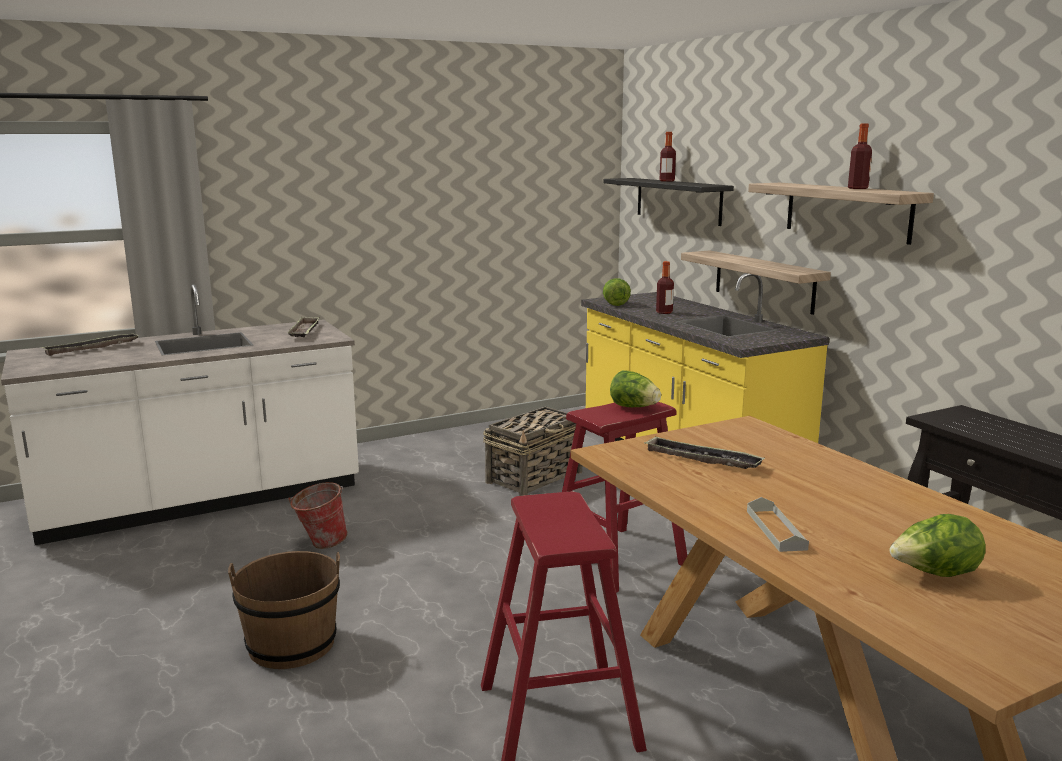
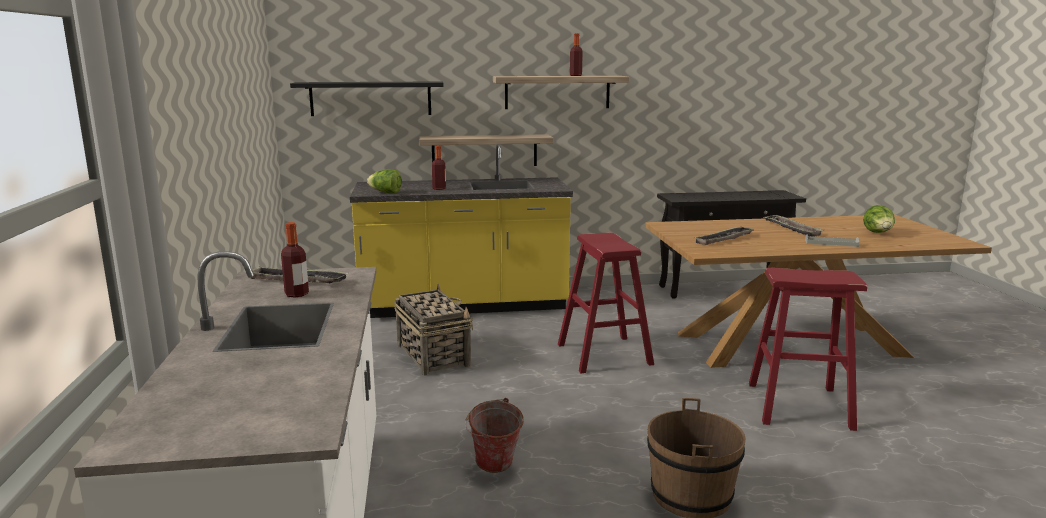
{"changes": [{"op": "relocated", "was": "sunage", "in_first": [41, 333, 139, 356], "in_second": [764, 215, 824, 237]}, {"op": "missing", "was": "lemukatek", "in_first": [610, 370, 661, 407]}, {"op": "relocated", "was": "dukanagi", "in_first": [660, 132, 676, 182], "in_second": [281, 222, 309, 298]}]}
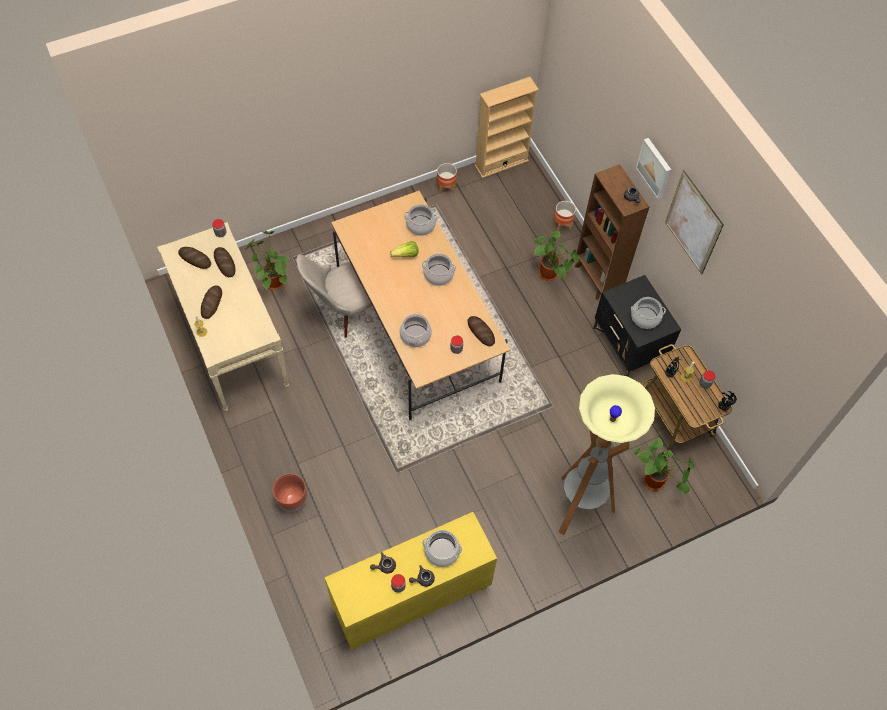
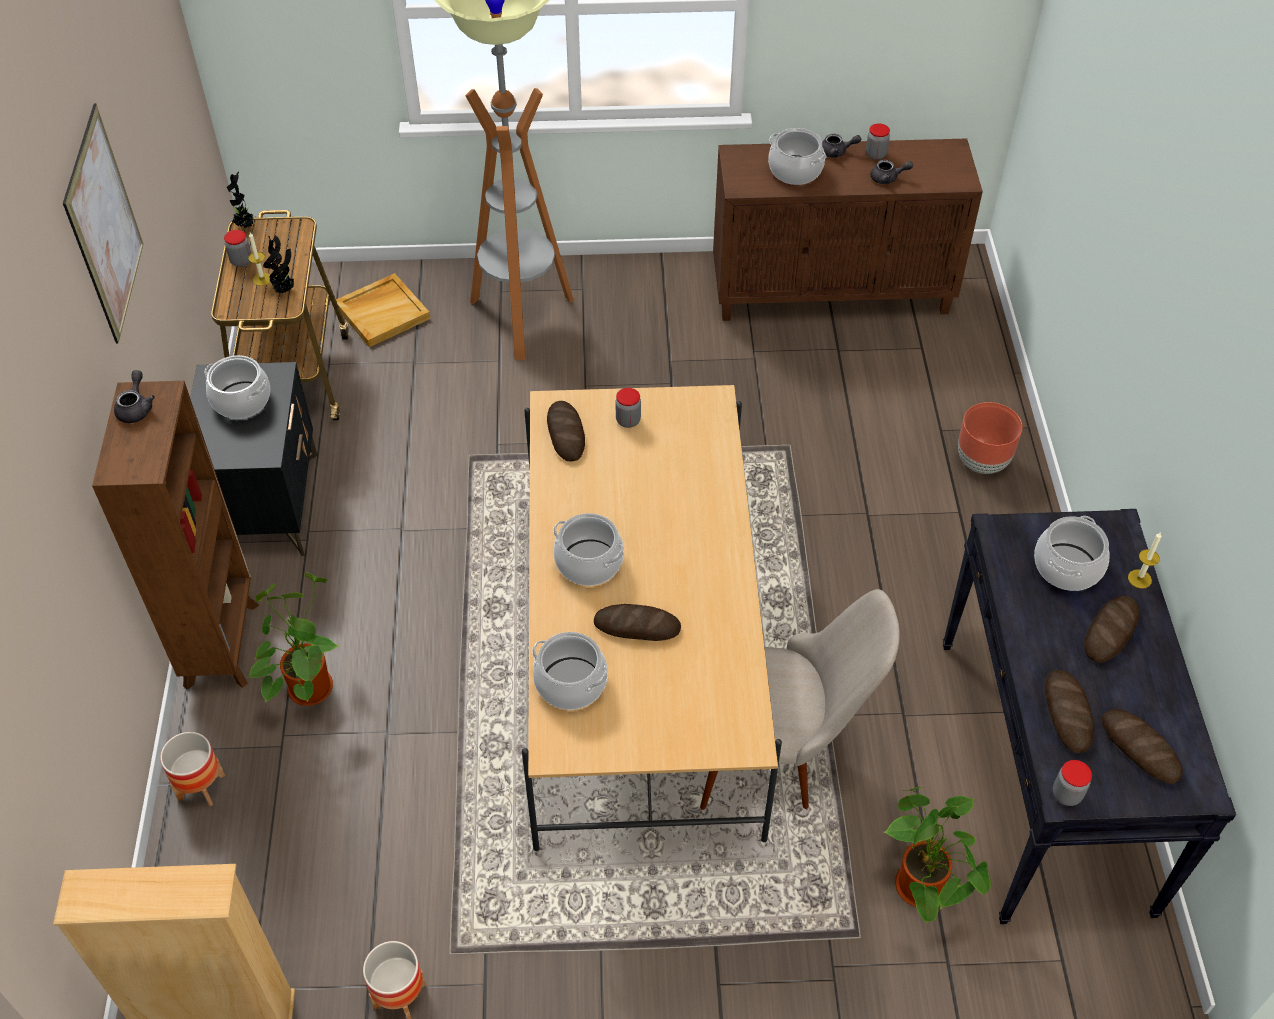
{"changes": [{"op": "colour", "was": "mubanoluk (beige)", "now": "mubanoluk (black)", "in_first": [157, 222, 289, 412], "in_second": [943, 509, 1236, 924]}, {"op": "colour", "was": "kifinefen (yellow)", "now": "kifinefen (brown)", "in_first": [324, 512, 497, 649], "in_second": [713, 139, 983, 321]}, {"op": "exchanged", "was": "lemukatek", "now": "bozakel", "in_first": [390, 241, 419, 257], "in_second": [594, 604, 681, 641]}, {"op": "relocated", "was": "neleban", "in_first": [400, 312, 432, 347], "in_second": [1034, 516, 1109, 591]}, {"op": "exchanged", "was": "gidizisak", "now": "sunage (beige)", "in_first": [634, 438, 694, 494], "in_second": [336, 273, 430, 347]}, {"op": "missing", "was": "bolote", "in_first": [636, 138, 671, 199]}]}
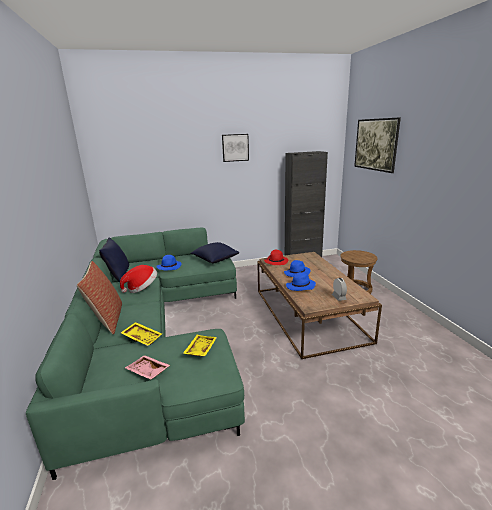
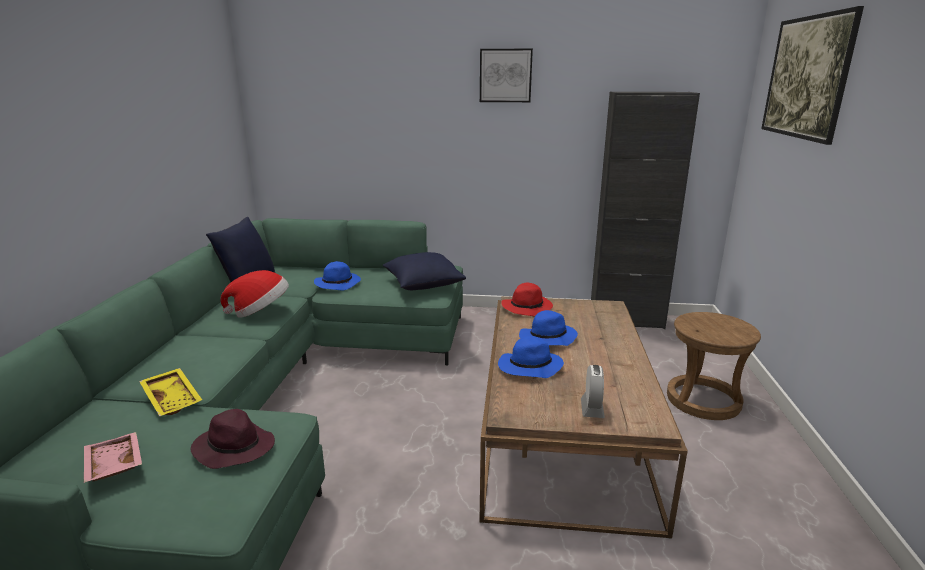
{"changes": [{"op": "missing", "was": "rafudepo", "in_first": [77, 261, 122, 334]}, {"op": "exchanged", "was": "sunage (yellow)", "now": "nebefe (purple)", "in_first": [183, 335, 217, 356], "in_second": [191, 409, 275, 469]}]}
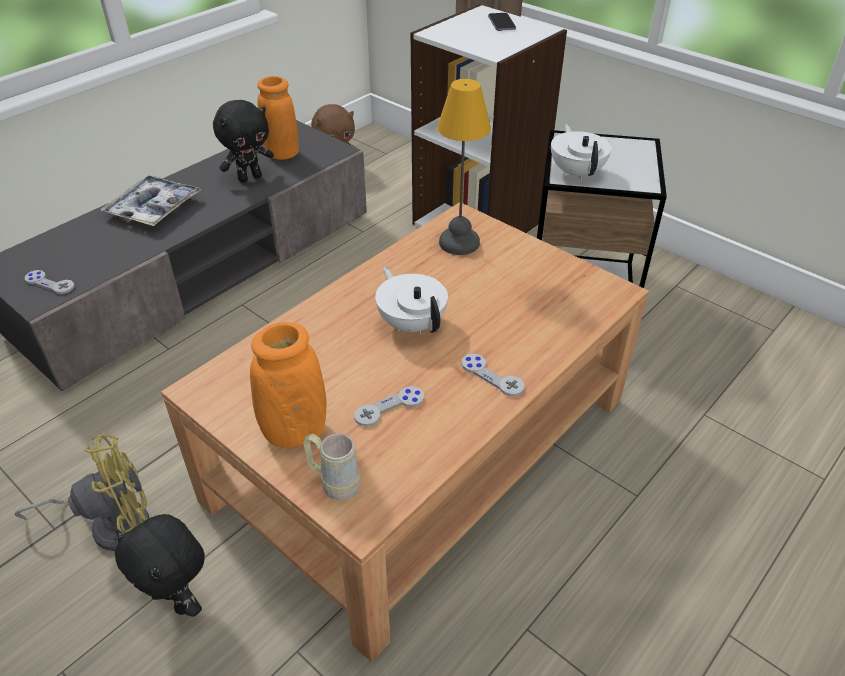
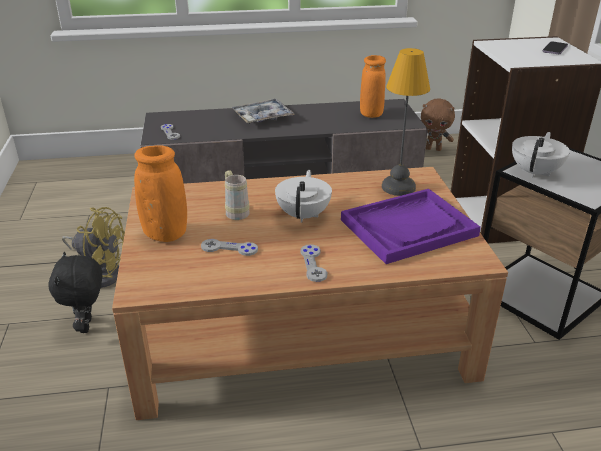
{"changes": [{"op": "missing", "was": "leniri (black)", "in_first": [213, 100, 274, 183]}, {"op": "relocated", "was": "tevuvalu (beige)", "in_first": [303, 433, 360, 500], "in_second": [225, 170, 250, 220]}, {"op": "appeared", "now": "sunage (purple)", "in_second": [341, 189, 481, 264]}]}
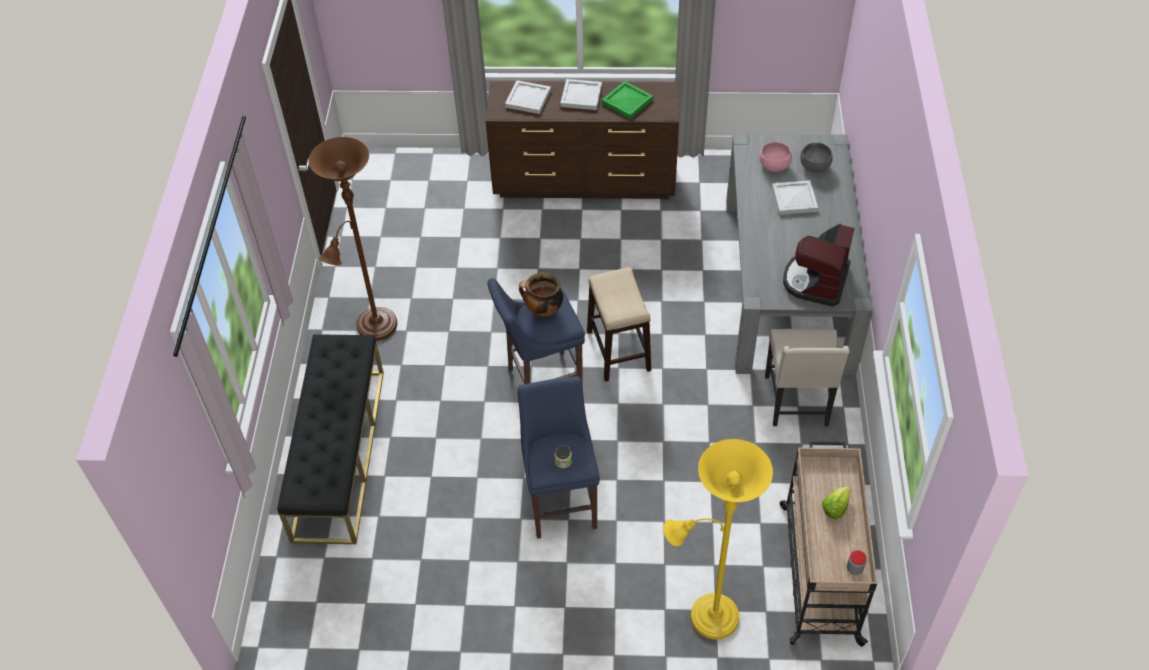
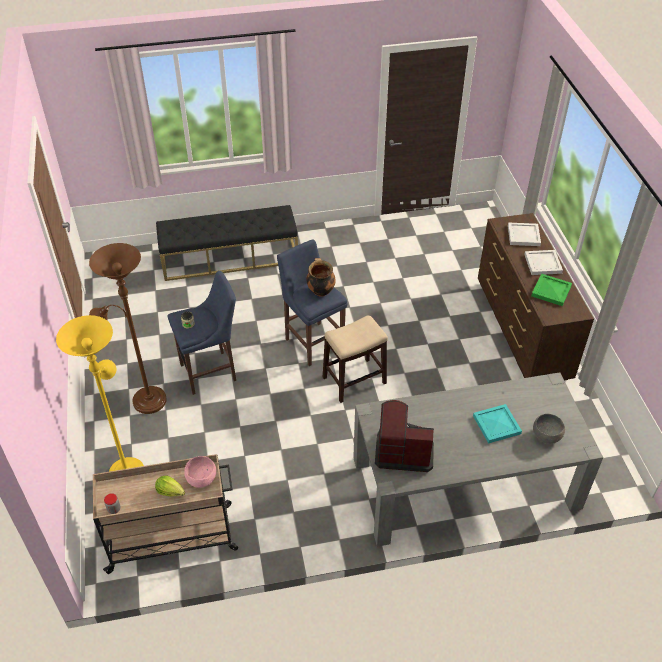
{"changes": [{"op": "relocated", "was": "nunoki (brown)", "in_first": [308, 137, 397, 341], "in_second": [89, 243, 167, 414]}, {"op": "relocated", "was": "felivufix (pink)", "in_first": [759, 142, 792, 172], "in_second": [184, 456, 216, 488]}, {"op": "missing", "was": "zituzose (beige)", "in_first": [765, 329, 850, 426]}, {"op": "colour", "was": "sunage (white)", "now": "sunage (turquoise)", "in_first": [772, 180, 818, 215], "in_second": [473, 404, 522, 443]}]}
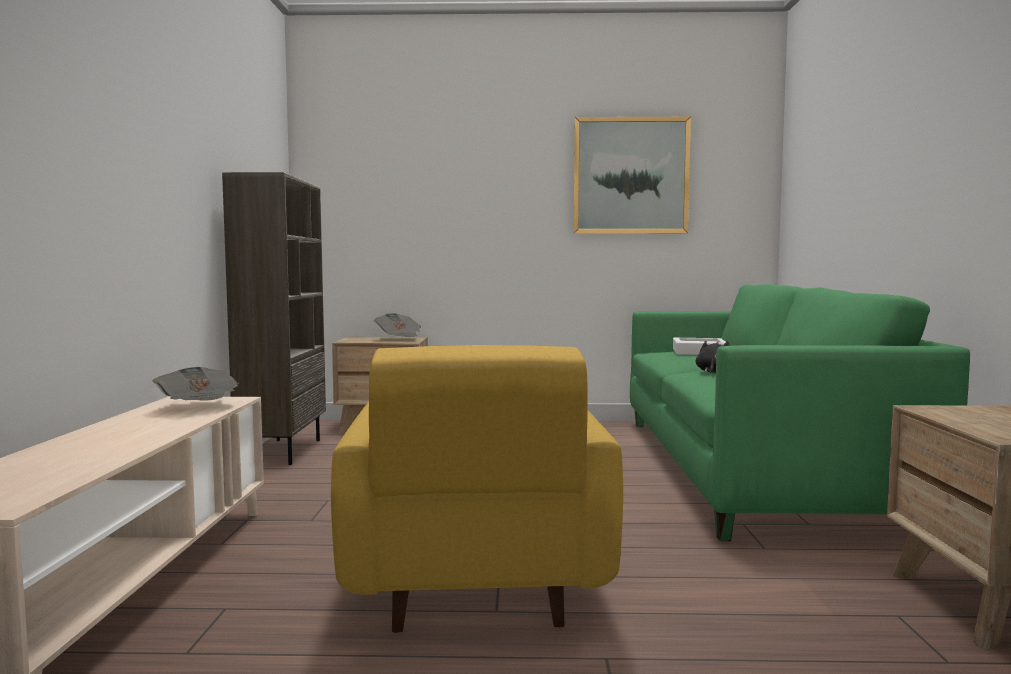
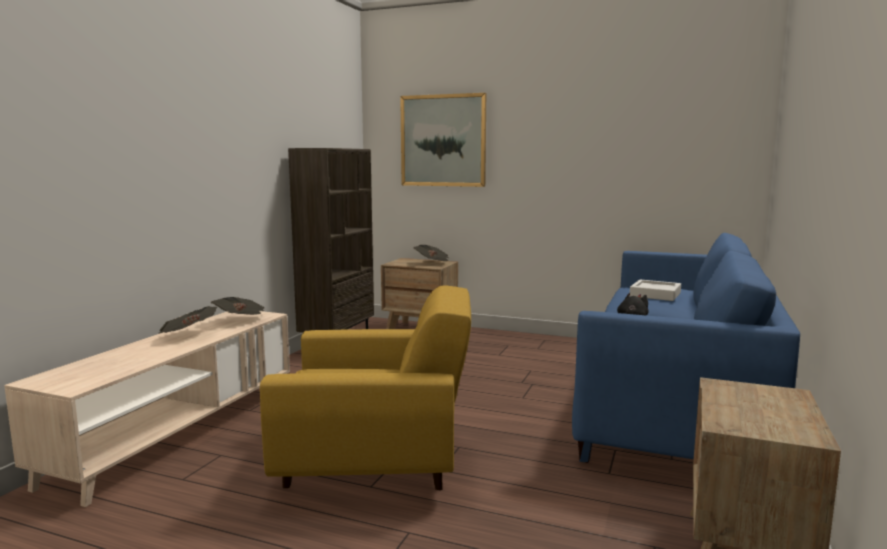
{"changes": [{"op": "spun", "was": "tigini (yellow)", "in_first": [331, 345, 623, 633], "in_second": [260, 286, 471, 490], "clockwise": -105}, {"op": "relocated", "was": "bolote", "in_first": [573, 117, 691, 234], "in_second": [400, 93, 486, 187]}, {"op": "colour", "was": "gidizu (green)", "now": "gidizu (blue)", "in_first": [630, 284, 970, 541], "in_second": [572, 233, 800, 463]}, {"op": "appeared", "now": "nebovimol", "in_second": [159, 306, 218, 333]}]}
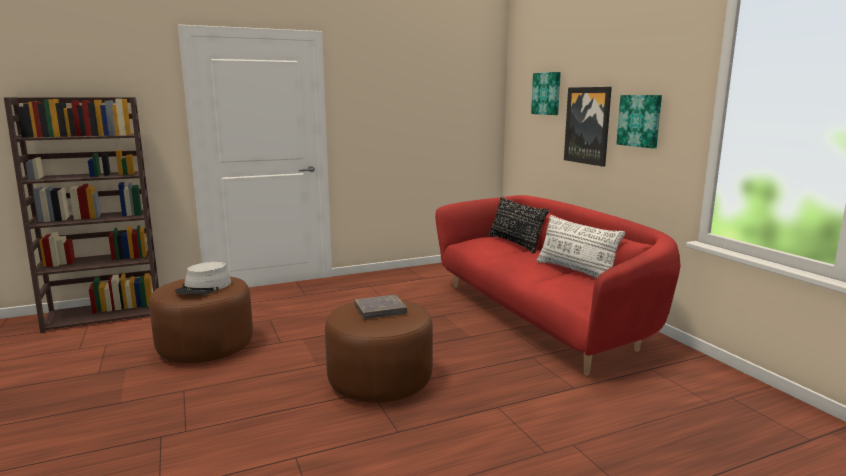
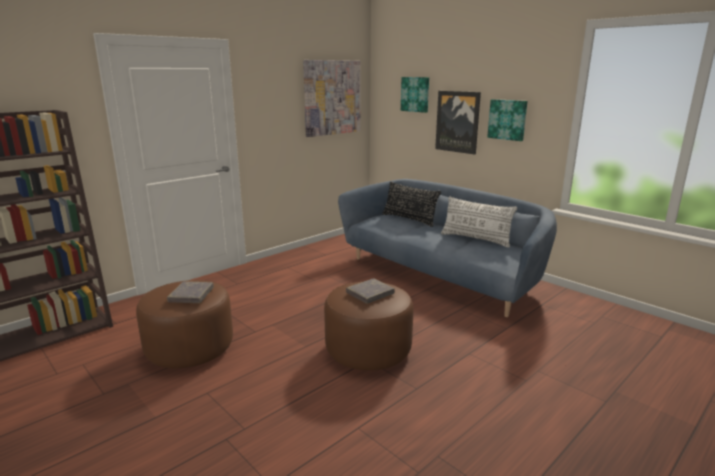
{"changes": [{"op": "exchanged", "was": "nebefe (grey)", "now": "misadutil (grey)", "in_first": [175, 262, 231, 295], "in_second": [167, 281, 214, 303]}, {"op": "colour", "was": "gidizu (red)", "now": "gidizu (blue)", "in_first": [435, 195, 681, 376], "in_second": [338, 179, 557, 317]}, {"op": "appeared", "now": "bolote", "in_second": [303, 60, 361, 137]}]}
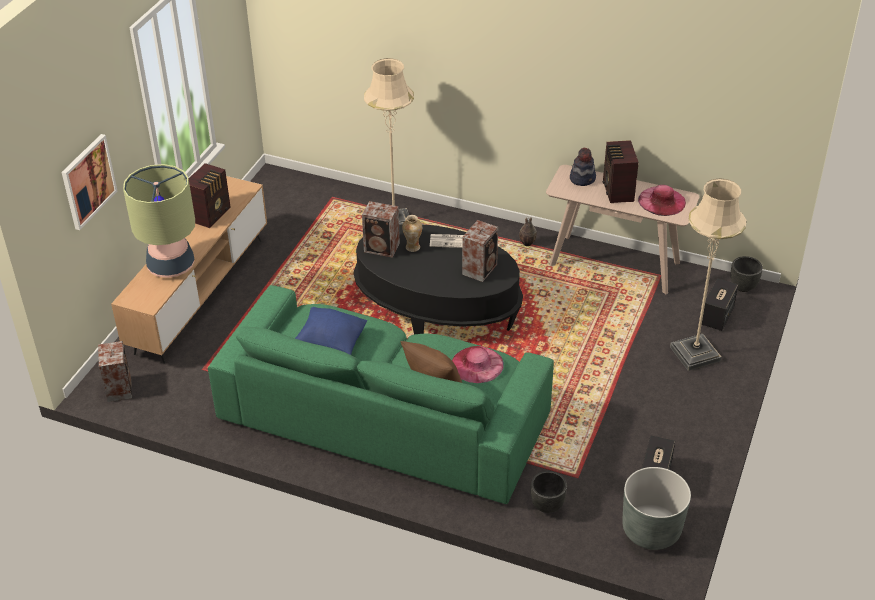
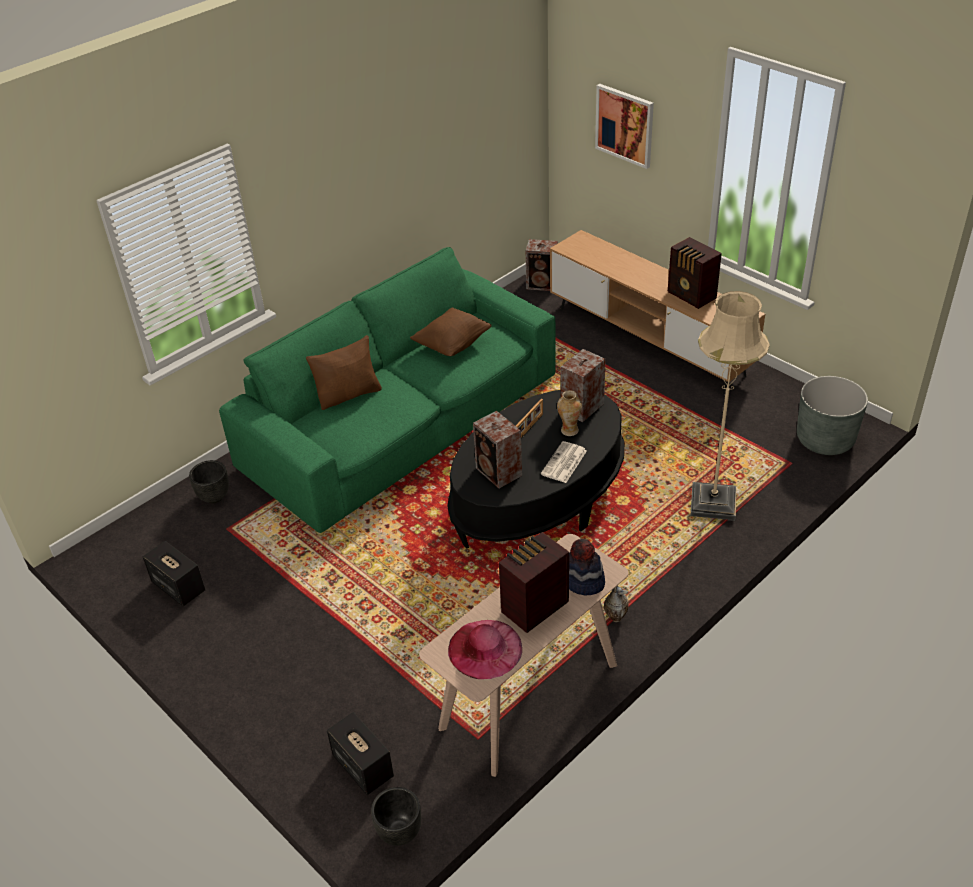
{"changes": [{"op": "missing", "was": "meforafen", "in_first": [123, 164, 195, 278]}, {"op": "colour", "was": "rafudepo (blue)", "now": "rafudepo (brown)", "in_first": [295, 307, 367, 355], "in_second": [410, 308, 492, 356]}, {"op": "missing", "was": "nebefe (pink)", "in_first": [452, 346, 504, 383]}, {"op": "spun", "was": "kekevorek", "in_first": [603, 140, 639, 203], "in_second": [499, 532, 569, 633], "clockwise": -60}, {"op": "relocated", "was": "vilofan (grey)", "in_first": [622, 467, 691, 550], "in_second": [797, 376, 868, 455]}, {"op": "missing", "was": "nunoki (beige)", "in_first": [670, 178, 746, 371]}, {"op": "appeared", "now": "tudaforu", "in_second": [516, 399, 543, 438]}]}
